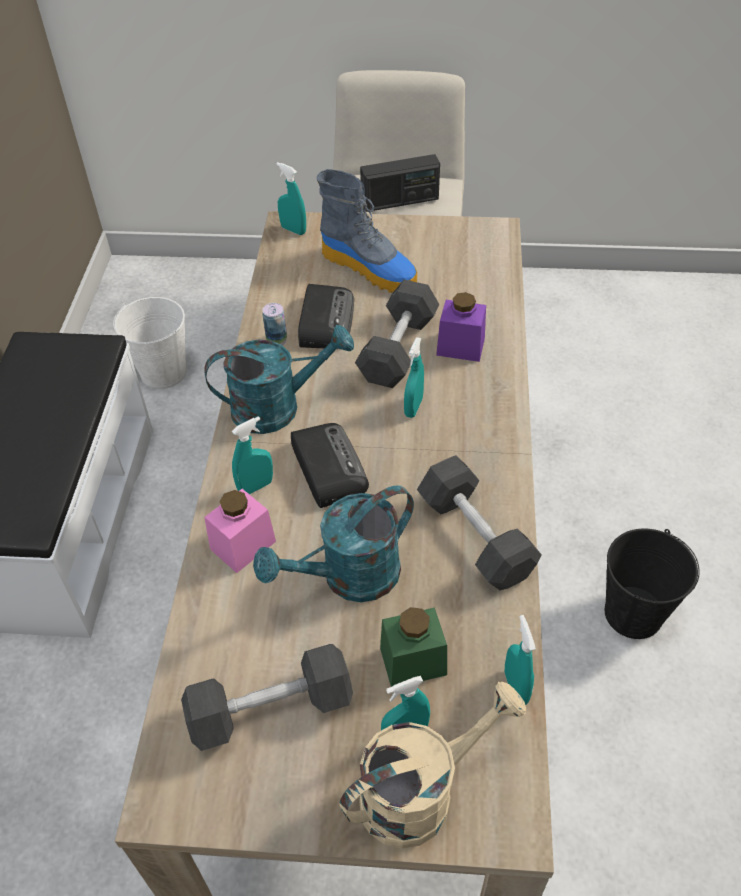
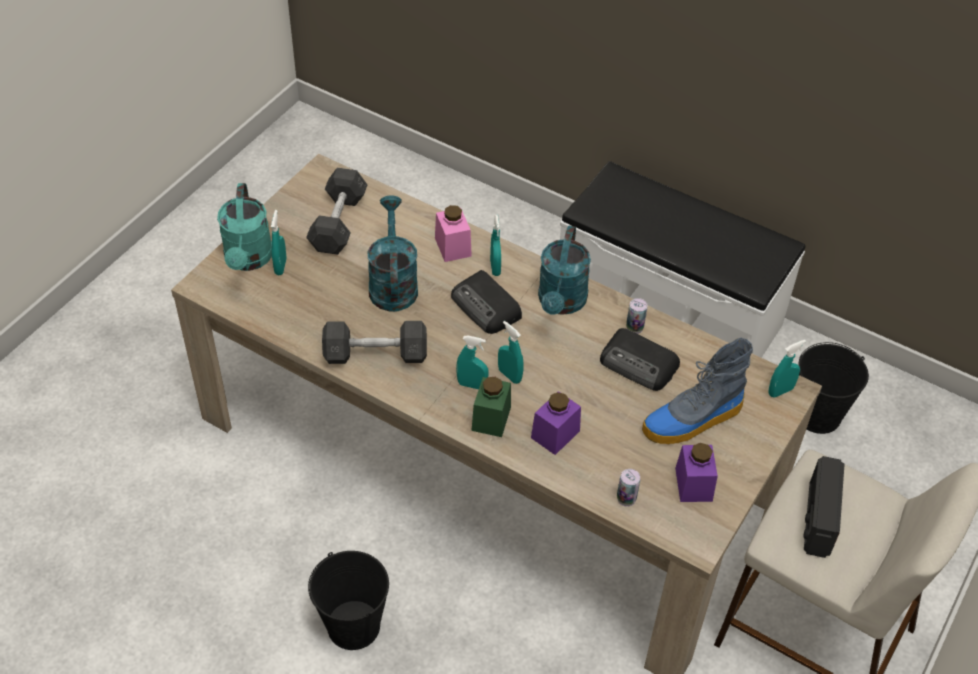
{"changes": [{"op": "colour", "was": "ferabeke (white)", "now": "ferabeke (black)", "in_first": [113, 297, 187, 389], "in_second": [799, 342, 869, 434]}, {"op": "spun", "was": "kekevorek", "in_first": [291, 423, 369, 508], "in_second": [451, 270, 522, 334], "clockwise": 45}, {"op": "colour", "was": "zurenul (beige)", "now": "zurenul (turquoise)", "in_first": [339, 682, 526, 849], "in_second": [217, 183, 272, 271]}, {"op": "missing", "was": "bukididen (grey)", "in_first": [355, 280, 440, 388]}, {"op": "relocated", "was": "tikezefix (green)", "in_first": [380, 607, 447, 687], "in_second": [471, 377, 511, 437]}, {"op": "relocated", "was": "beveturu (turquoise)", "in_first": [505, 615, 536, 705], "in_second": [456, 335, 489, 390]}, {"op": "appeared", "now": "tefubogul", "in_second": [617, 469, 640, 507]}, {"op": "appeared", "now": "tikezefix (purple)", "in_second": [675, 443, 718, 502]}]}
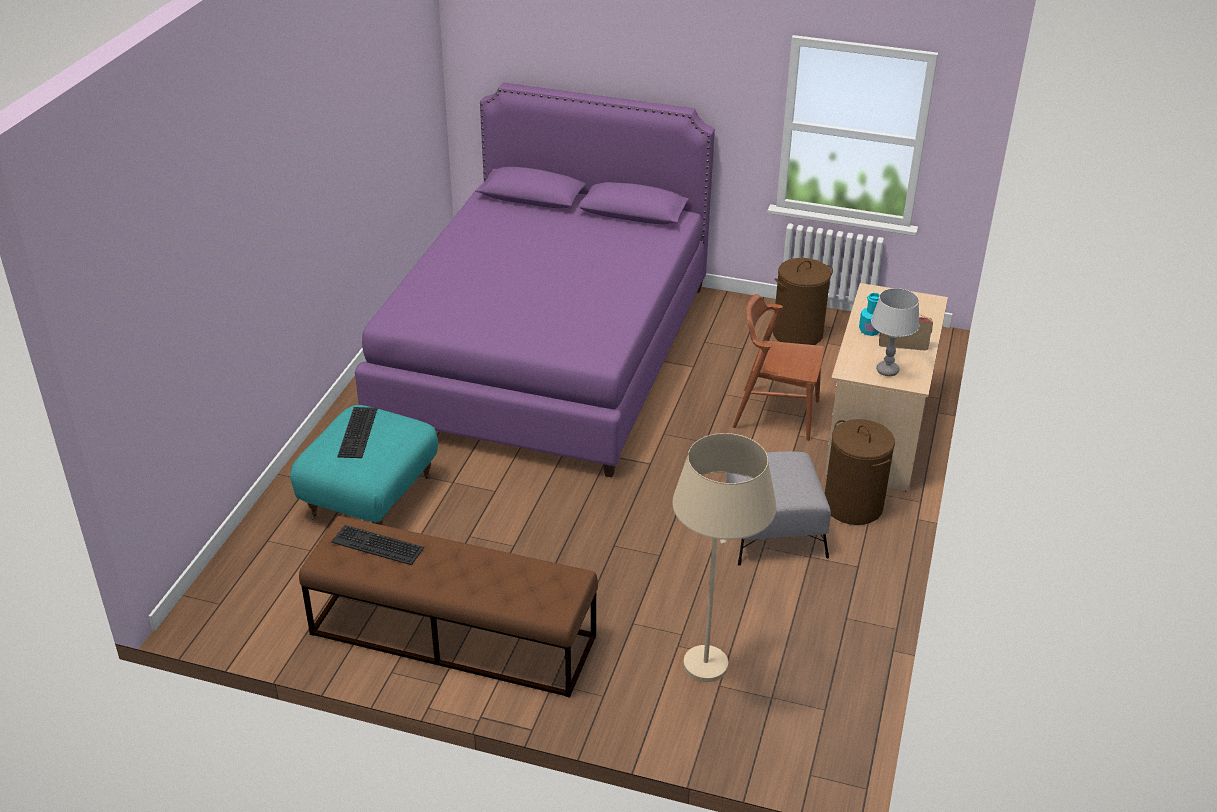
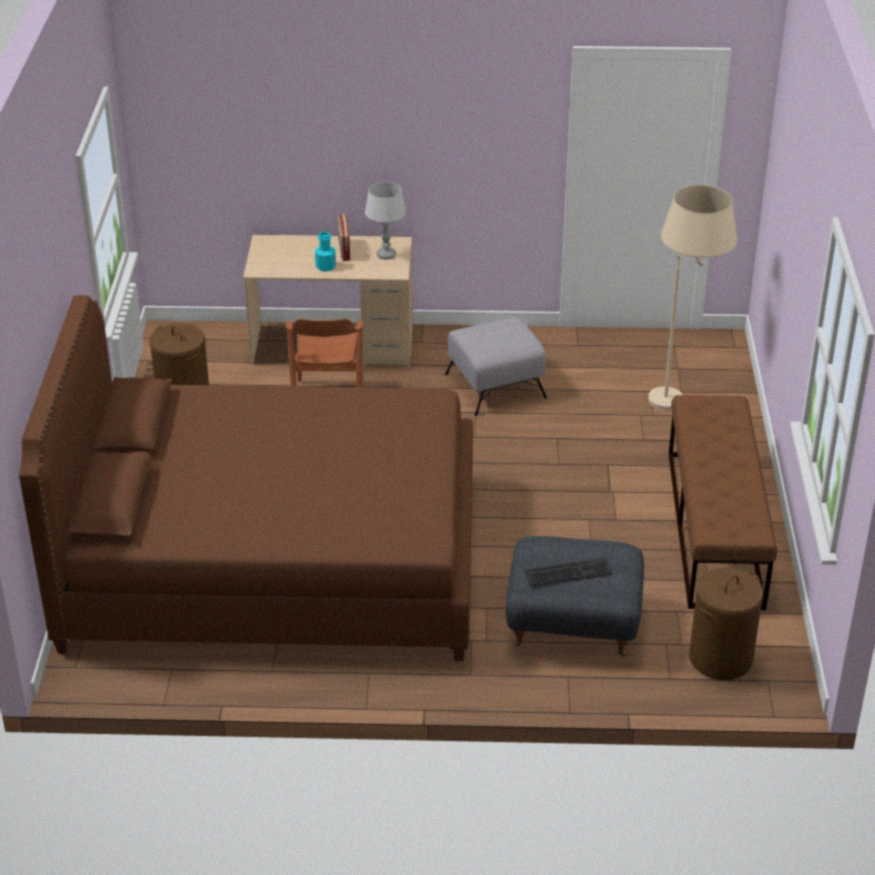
{"changes": [{"op": "colour", "was": "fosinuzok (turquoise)", "now": "fosinuzok (grey)", "in_first": [290, 405, 438, 525], "in_second": [506, 536, 644, 656]}, {"op": "missing", "was": "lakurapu", "in_first": [331, 525, 424, 565]}, {"op": "colour", "was": "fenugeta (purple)", "now": "fenugeta (brown)", "in_first": [355, 83, 715, 478], "in_second": [19, 295, 473, 661]}, {"op": "relocated", "was": "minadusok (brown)", "in_first": [825, 419, 895, 525], "in_second": [689, 567, 763, 680]}]}
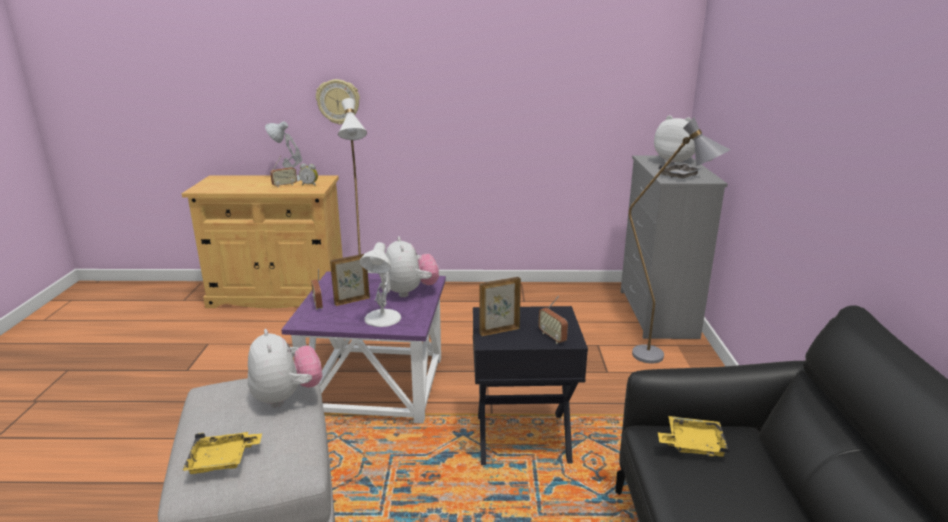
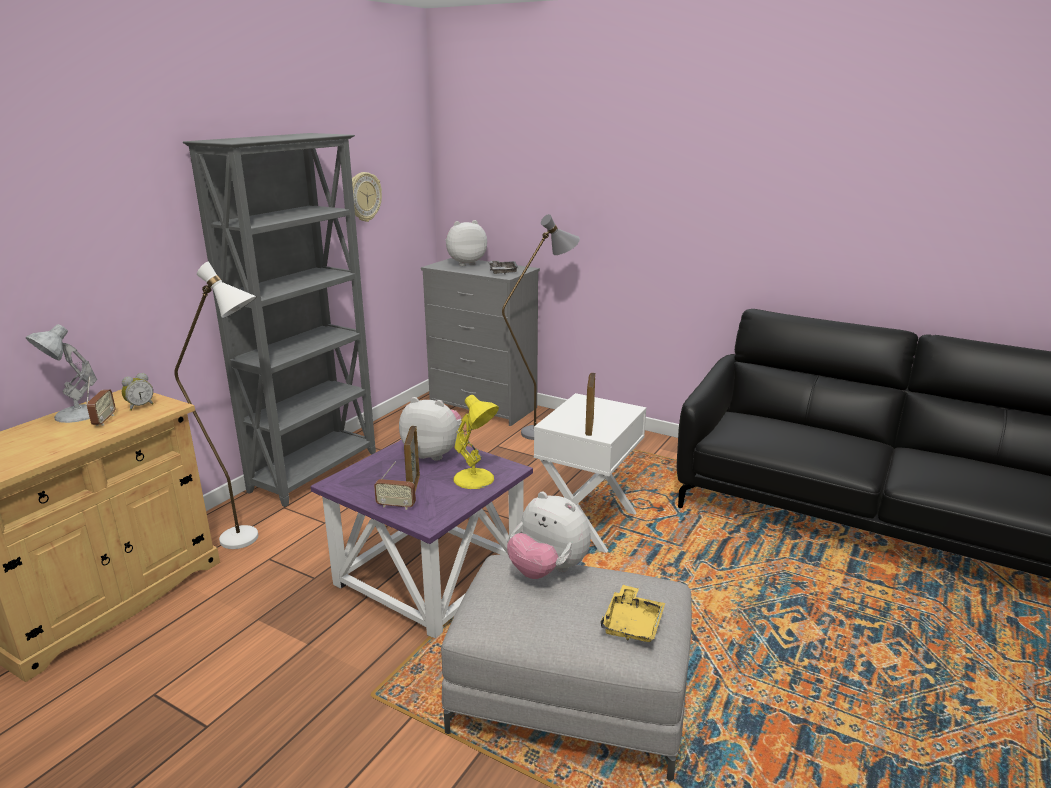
{"changes": [{"op": "spun", "was": "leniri", "in_first": [248, 329, 322, 407], "in_second": [507, 492, 591, 579], "clockwise": -150}, {"op": "relocated", "was": "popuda", "in_first": [316, 79, 360, 125], "in_second": [352, 172, 382, 222]}, {"op": "colour", "was": "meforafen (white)", "now": "meforafen (yellow)", "in_first": [360, 242, 401, 327], "in_second": [454, 395, 499, 489]}, {"op": "colour", "was": "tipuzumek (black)", "now": "tipuzumek (white)", "in_first": [473, 306, 588, 465], "in_second": [534, 393, 646, 553]}, {"op": "missing", "was": "kekevorek", "in_first": [538, 296, 568, 344]}, {"op": "missing", "was": "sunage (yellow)", "in_first": [658, 416, 730, 457]}, {"op": "appeared", "now": "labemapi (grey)", "in_second": [183, 133, 376, 507]}]}
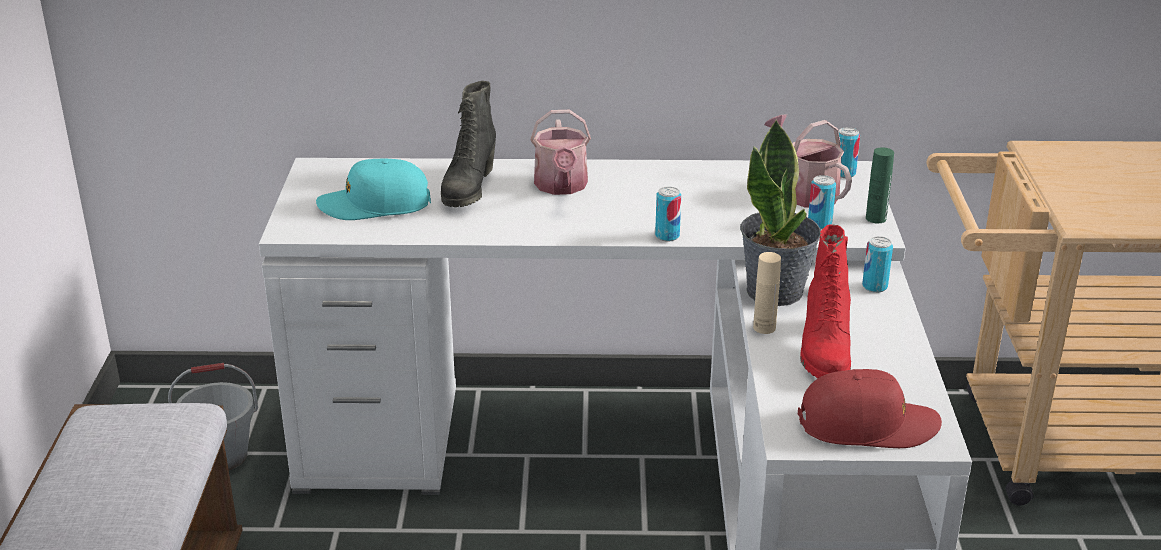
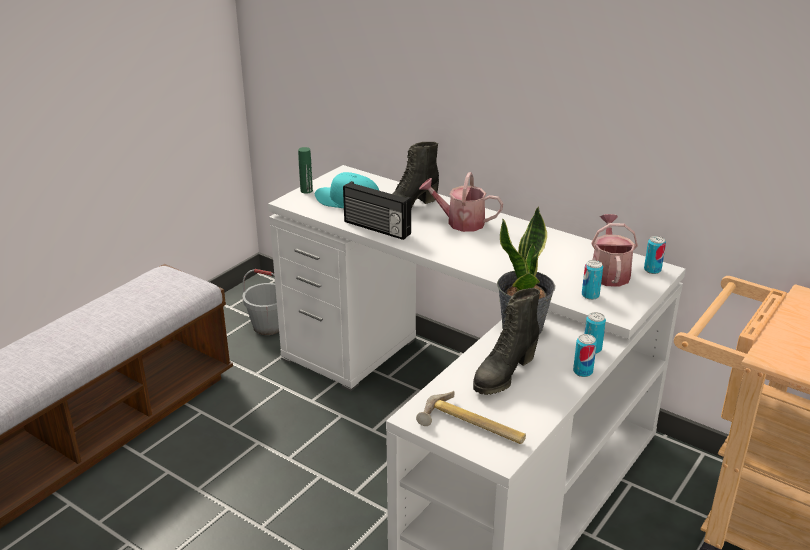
{"changes": [{"op": "spun", "was": "zurenul", "in_first": [530, 110, 591, 195], "in_second": [419, 172, 503, 232], "clockwise": 75}, {"op": "relocated", "was": "tefubogul", "in_first": [655, 187, 681, 242], "in_second": [573, 334, 597, 377]}, {"op": "missing", "was": "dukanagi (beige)", "in_first": [753, 252, 781, 334]}, {"op": "exchanged", "was": "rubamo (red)", "now": "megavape", "in_first": [798, 369, 942, 448], "in_second": [416, 391, 526, 444]}, {"op": "colour", "was": "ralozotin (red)", "now": "ralozotin (black)", "in_first": [800, 224, 851, 378], "in_second": [473, 288, 540, 395]}, {"op": "relocated", "was": "dukanagi (green)", "in_first": [866, 147, 894, 223], "in_second": [298, 147, 313, 194]}, {"op": "appeared", "now": "kekevorek", "in_second": [343, 181, 411, 240]}]}
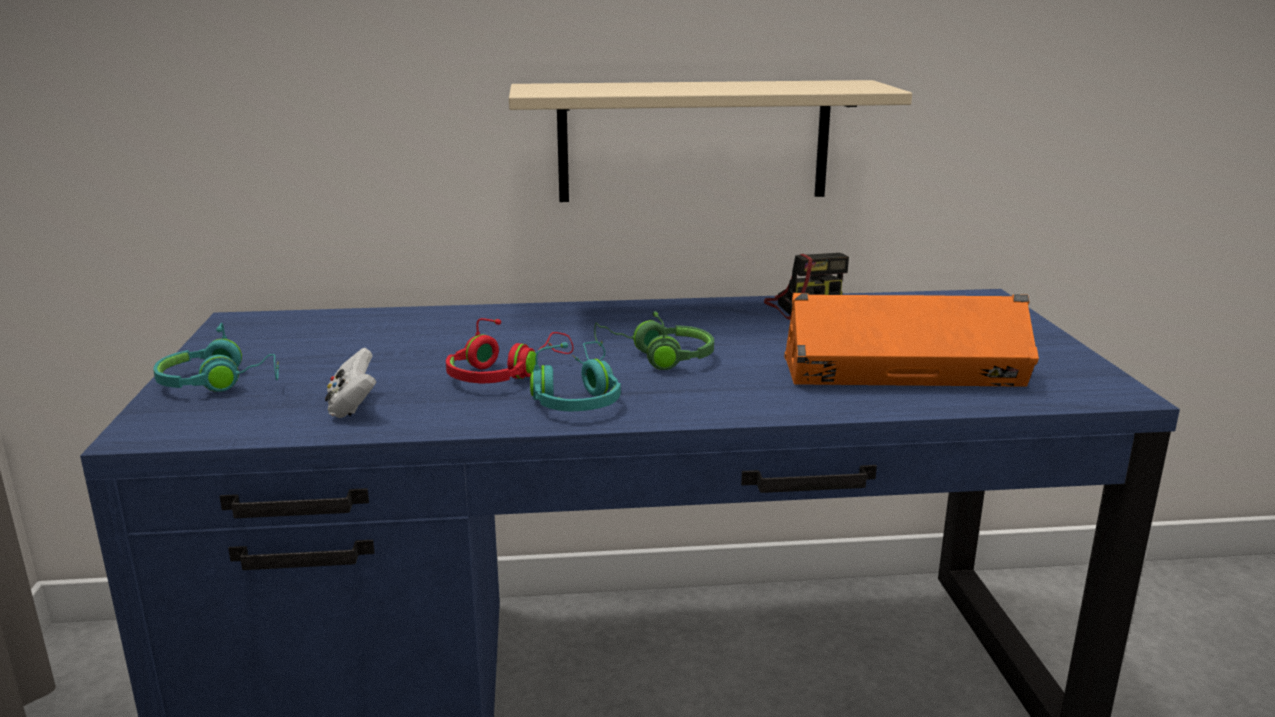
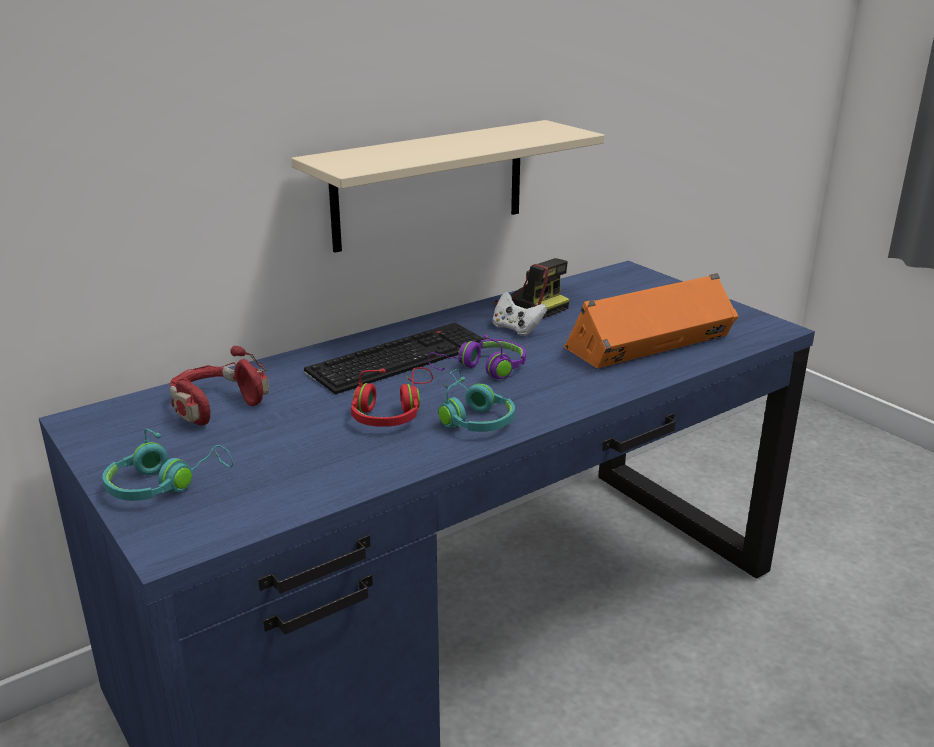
{"changes": [{"op": "relocated", "was": "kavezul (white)", "in_first": [325, 348, 377, 418], "in_second": [493, 292, 547, 336]}, {"op": "colour", "was": "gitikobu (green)", "now": "gitikobu (purple)", "in_first": [594, 311, 714, 370], "in_second": [428, 335, 526, 379]}, {"op": "appeared", "now": "gitikobu (red)", "in_second": [170, 346, 269, 426]}, {"op": "appeared", "now": "lakurapu", "in_second": [304, 323, 486, 395]}]}
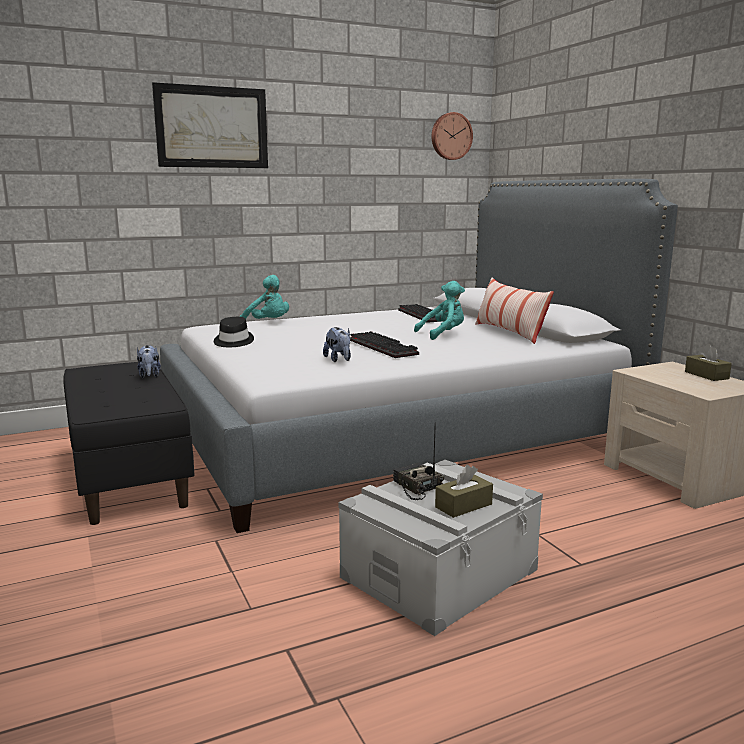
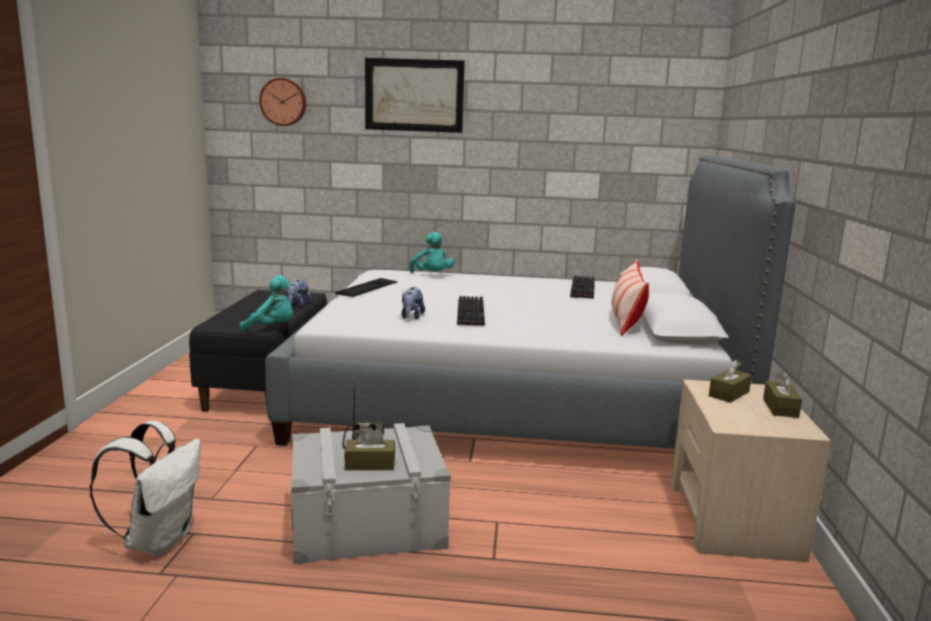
{"changes": [{"op": "exchanged", "was": "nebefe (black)", "now": "lakurapu", "in_first": [214, 317, 254, 347], "in_second": [335, 278, 398, 297]}, {"op": "relocated", "was": "leniri (turquoise)", "in_first": [414, 281, 465, 340], "in_second": [240, 275, 293, 332]}, {"op": "relocated", "was": "popuda", "in_first": [432, 112, 473, 160], "in_second": [259, 78, 306, 126]}, {"op": "appeared", "now": "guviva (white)", "in_second": [89, 421, 201, 556]}, {"op": "appeared", "now": "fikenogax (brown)", "in_second": [709, 359, 752, 403]}]}
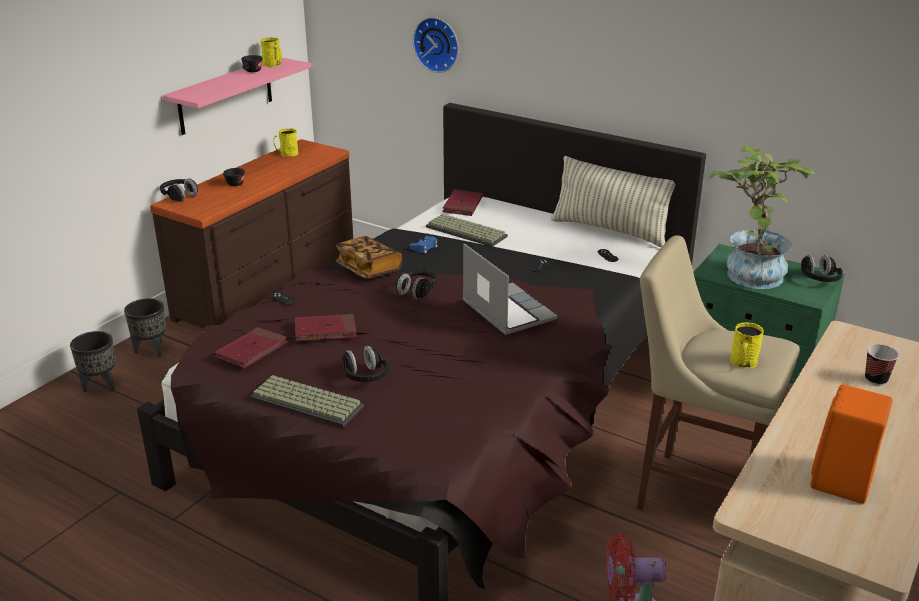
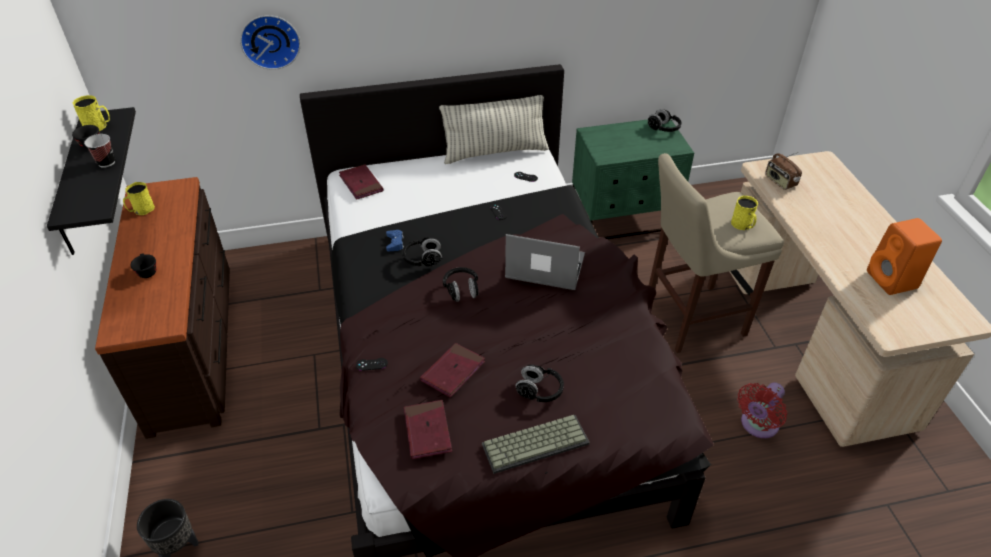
{"changes": [{"op": "missing", "was": "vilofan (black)", "in_first": [124, 298, 166, 358]}, {"op": "relocated", "was": "gitikobu (black)", "in_first": [160, 178, 198, 202], "in_second": [402, 237, 443, 266]}, {"op": "colour", "was": "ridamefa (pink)", "now": "ridamefa (black)", "in_first": [162, 58, 311, 135], "in_second": [47, 107, 136, 255]}, {"op": "missing", "was": "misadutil", "in_first": [335, 236, 402, 279]}, {"op": "missing", "was": "lakurapu", "in_first": [426, 214, 508, 247]}, {"op": "missing", "was": "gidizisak", "in_first": [709, 145, 815, 289]}, {"op": "relocated", "was": "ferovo", "in_first": [865, 344, 899, 386], "in_second": [84, 134, 115, 168]}, {"op": "appeared", "now": "kekevorek", "in_second": [765, 152, 802, 190]}]}
